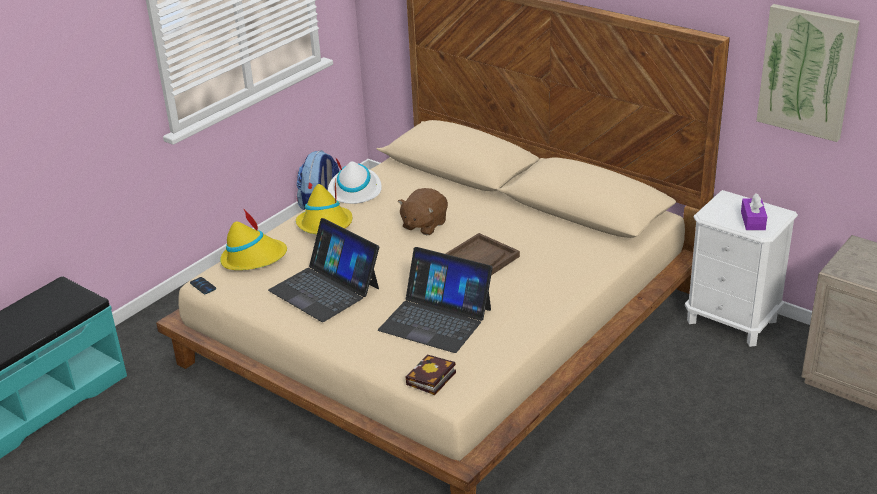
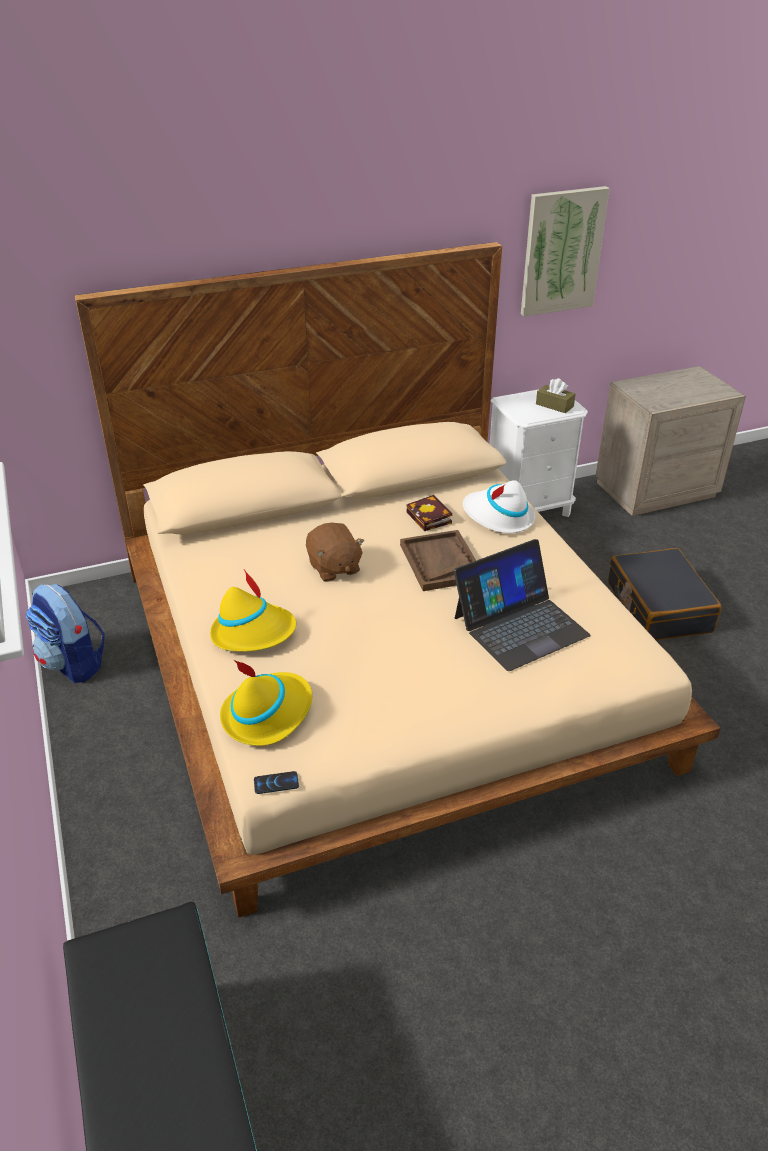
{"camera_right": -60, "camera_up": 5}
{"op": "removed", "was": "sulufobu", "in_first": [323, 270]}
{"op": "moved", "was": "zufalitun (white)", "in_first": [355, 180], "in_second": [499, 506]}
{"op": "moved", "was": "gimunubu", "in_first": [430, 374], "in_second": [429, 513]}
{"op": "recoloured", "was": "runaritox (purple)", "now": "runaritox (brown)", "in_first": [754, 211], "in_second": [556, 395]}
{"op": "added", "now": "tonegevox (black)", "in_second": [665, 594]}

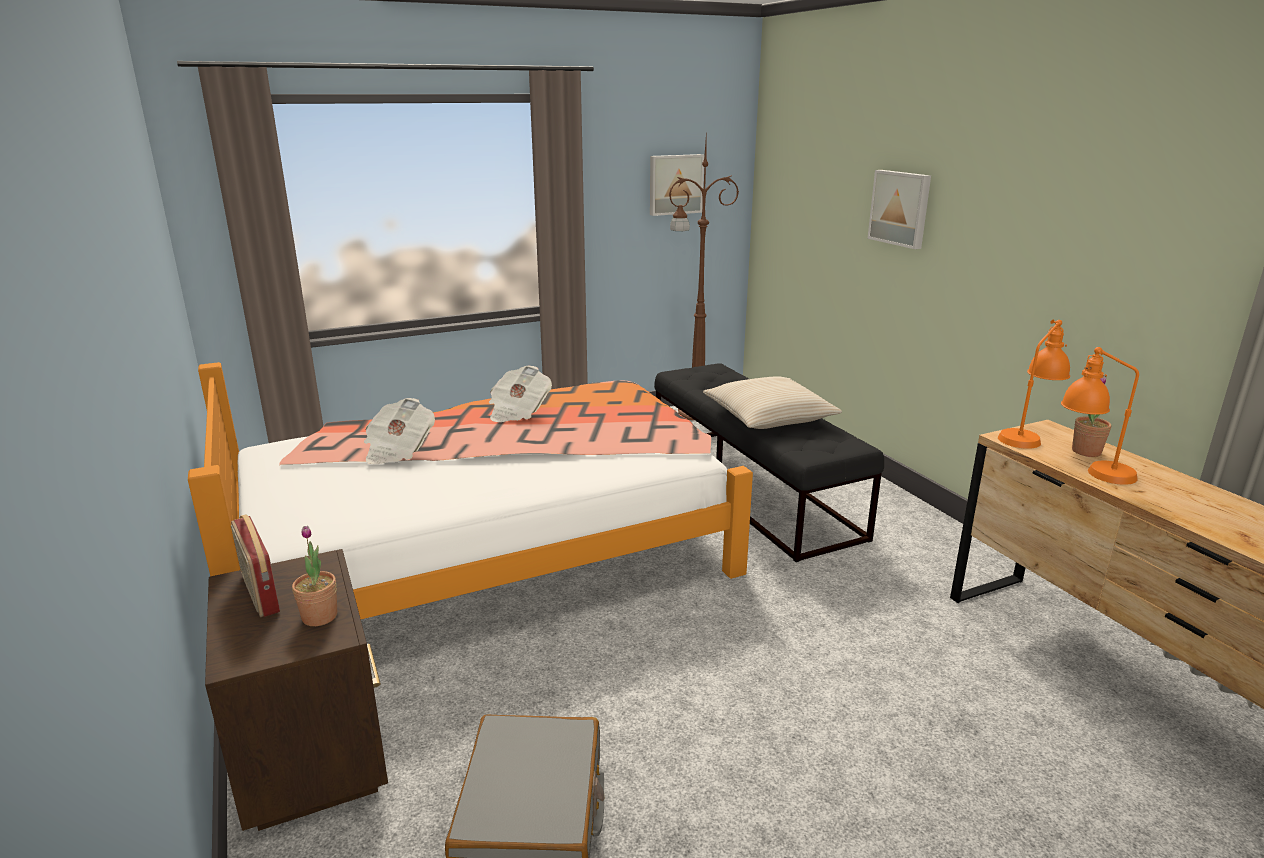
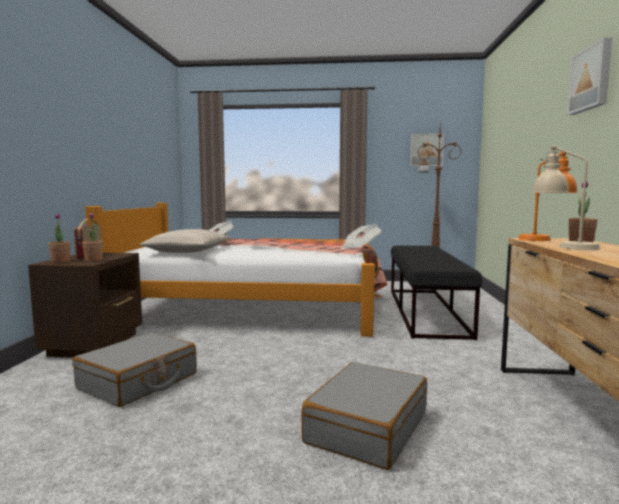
{"camera_right": 30, "camera_up": -15}
{"op": "moved", "was": "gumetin", "in_first": [520, 394], "in_second": [361, 236]}
{"op": "moved", "was": "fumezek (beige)", "in_first": [772, 403], "in_second": [185, 241]}
{"op": "moved", "was": "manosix", "in_first": [899, 209], "in_second": [589, 76]}
{"op": "recoloured", "was": "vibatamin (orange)", "now": "vibatamin (beige)", "in_first": [1100, 416], "in_second": [566, 197]}
{"op": "added", "now": "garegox", "in_second": [59, 238]}
{"op": "added", "now": "tonegevox (grey)", "in_second": [364, 416]}

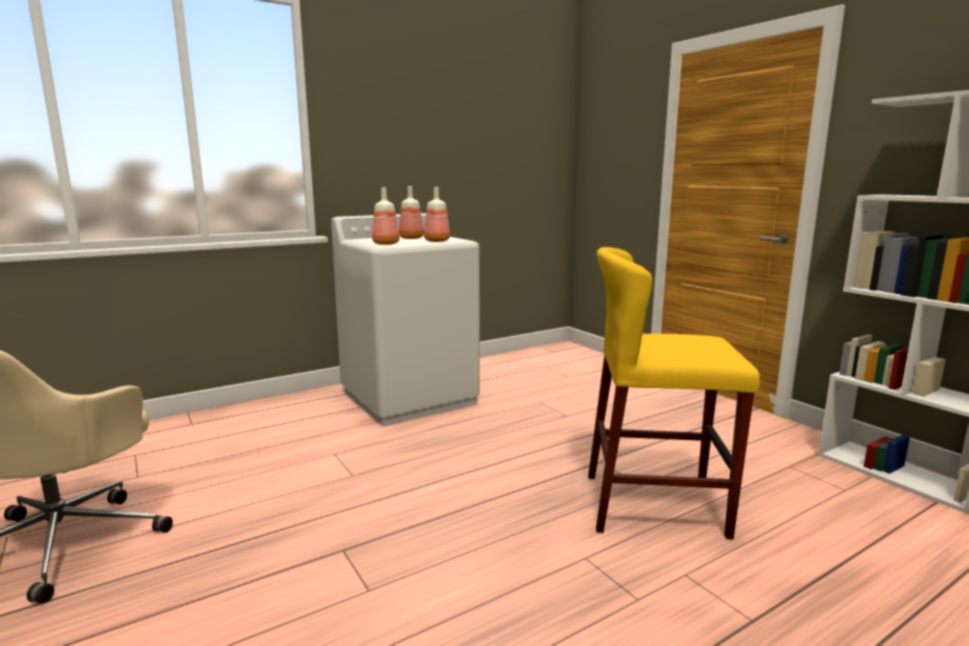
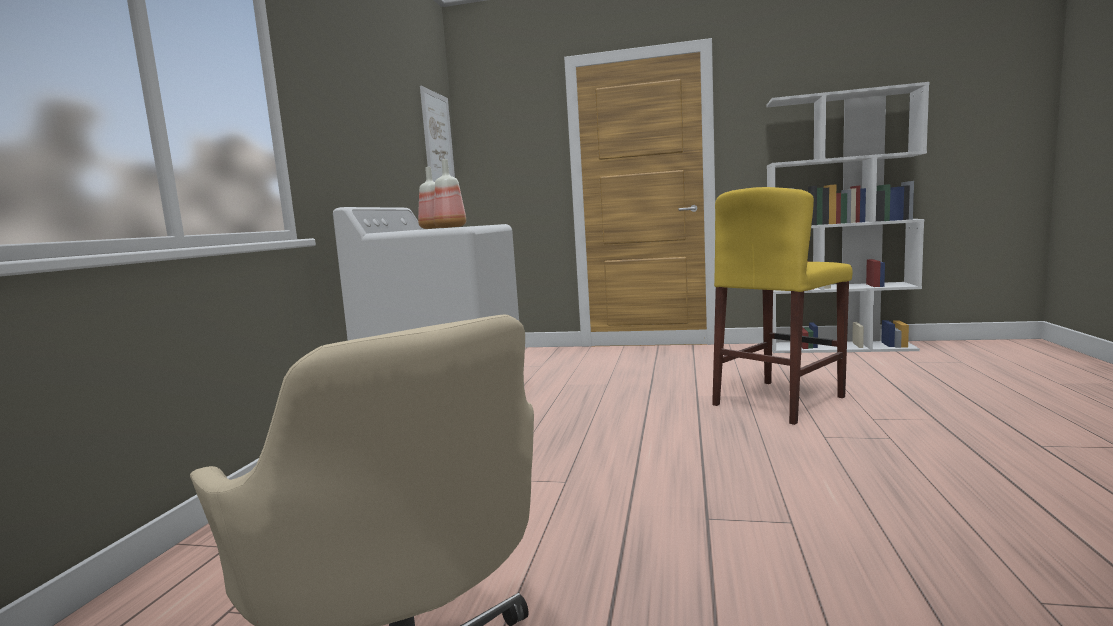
{"camera_right": -45, "camera_up": -5}
{"op": "removed", "was": "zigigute", "in_first": [437, 214]}
{"op": "added", "now": "manosix", "in_second": [437, 134]}

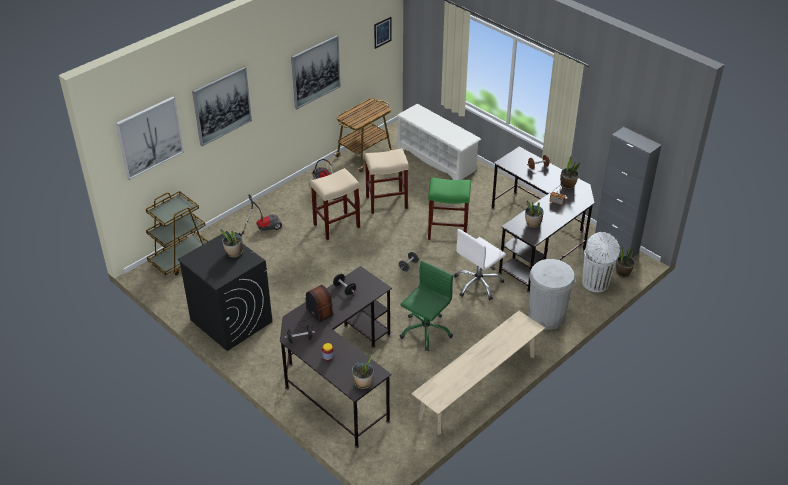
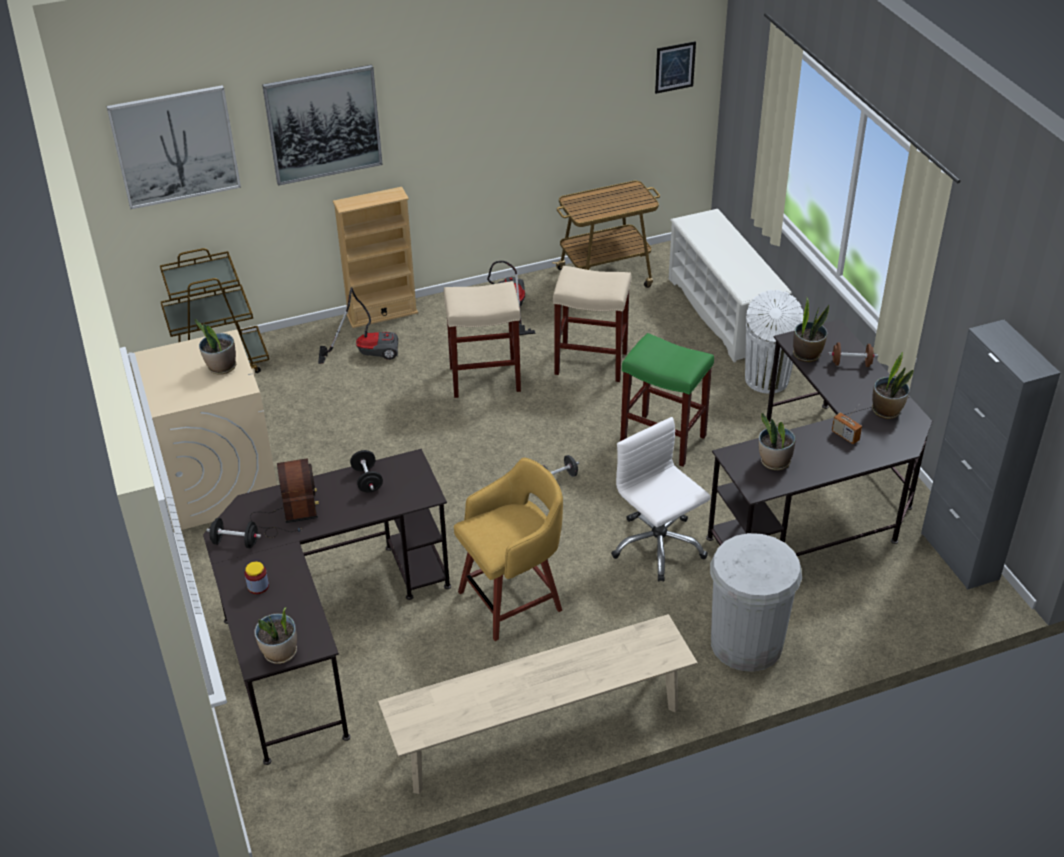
{"camera_right": 25, "camera_up": 0}
{"op": "recoloured", "was": "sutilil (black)", "now": "sutilil (beige)", "in_first": [224, 291], "in_second": [205, 430]}
{"op": "removed", "was": "manosix", "in_first": [316, 72]}
{"op": "replaced", "was": "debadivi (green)", "now": "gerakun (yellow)", "in_first": [426, 305], "in_second": [508, 549]}
{"op": "turned", "was": "debadivi (white)", "in_first": [480, 264], "in_second": [661, 499], "clockwise": 75}
{"op": "moved", "was": "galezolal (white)", "in_first": [601, 262], "in_second": [774, 342]}
{"op": "moved", "was": "garegox", "in_first": [625, 262], "in_second": [811, 330]}
{"op": "added", "now": "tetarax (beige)", "in_second": [375, 257]}

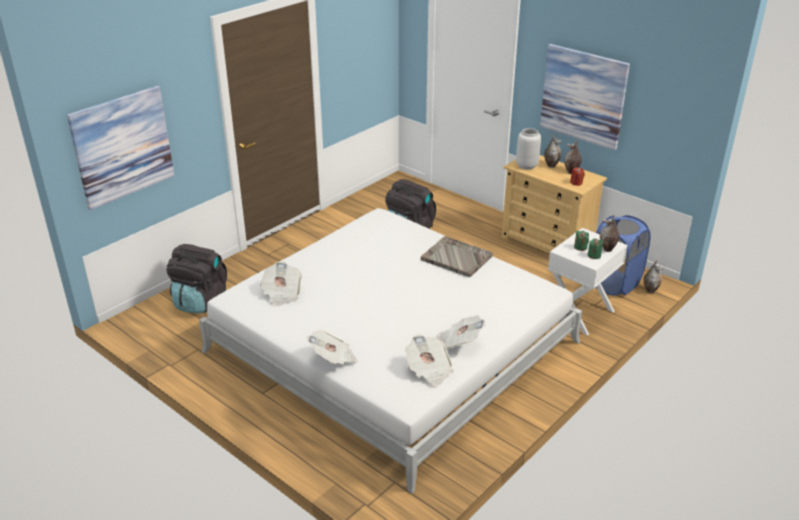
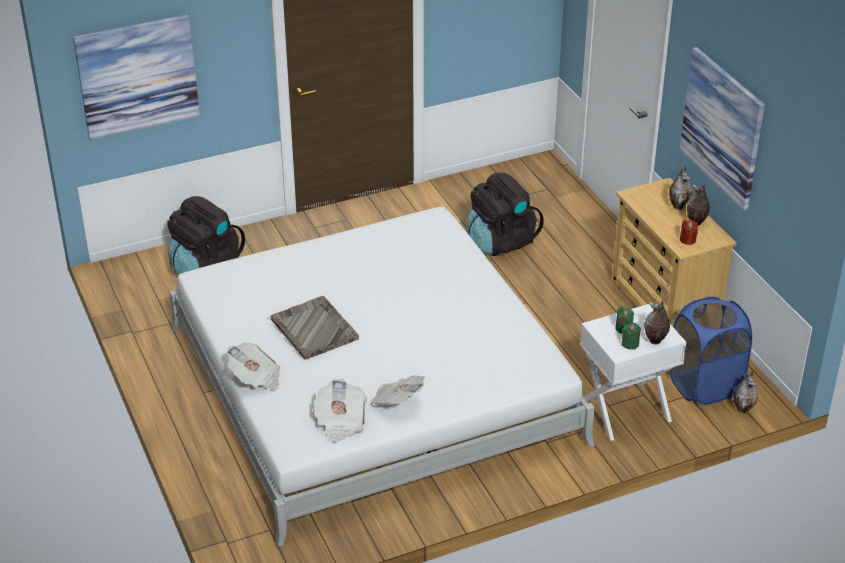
{"camera_right": 25, "camera_up": 5}
{"op": "removed", "was": "gumetin", "in_first": [281, 284]}
{"op": "moved", "was": "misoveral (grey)", "in_first": [457, 256], "in_second": [314, 328]}
{"op": "removed", "was": "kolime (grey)", "in_first": [528, 149]}

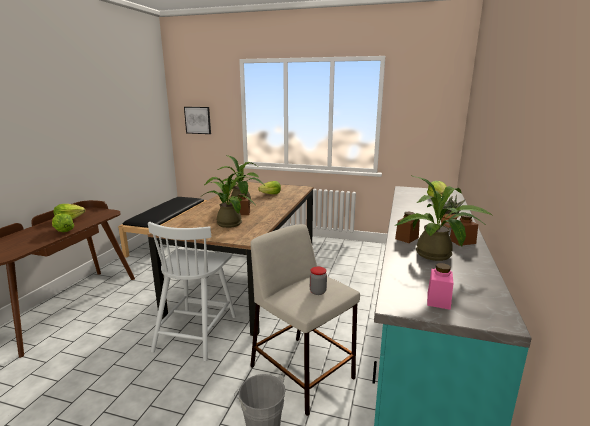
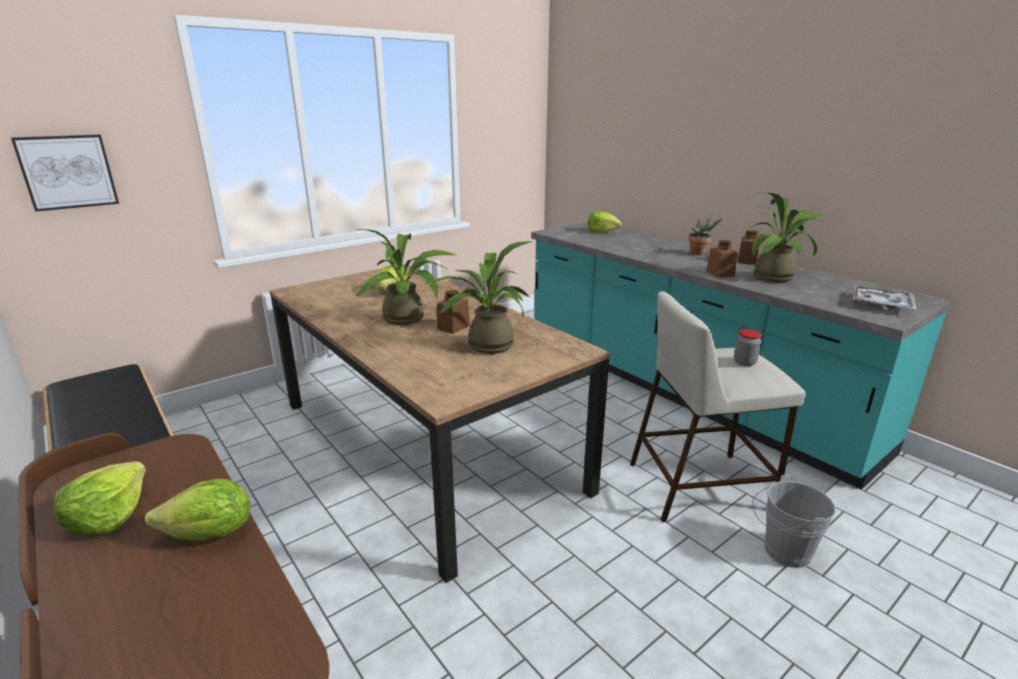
{"camera_right": -55, "camera_up": 5}
{"op": "removed", "was": "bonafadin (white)", "in_first": [192, 291]}
{"op": "replaced", "was": "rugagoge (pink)", "now": "misoveral", "in_first": [440, 286], "in_second": [884, 297]}

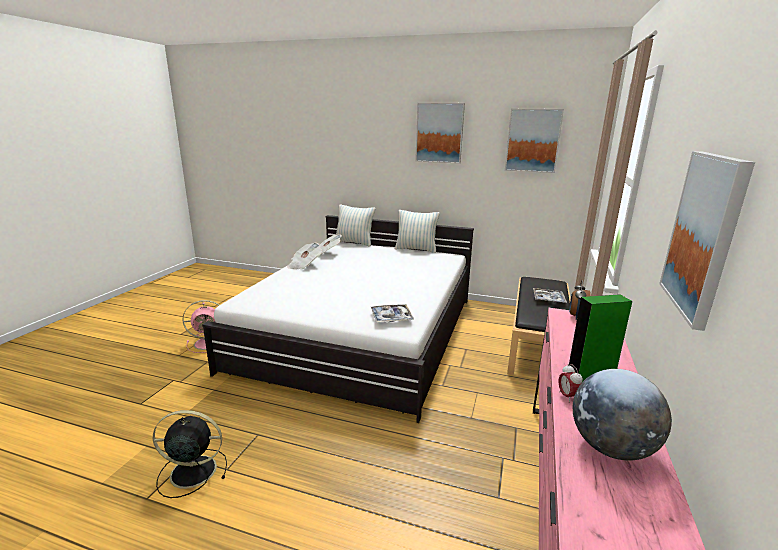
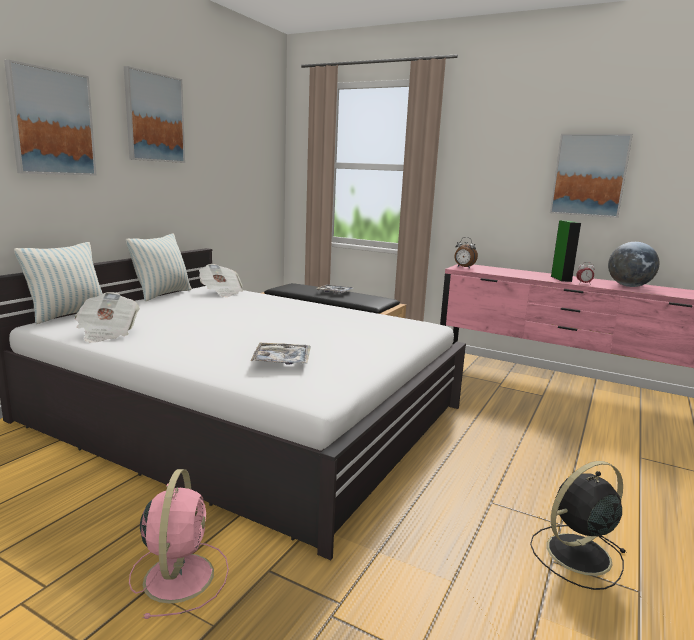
{"camera_right": -80, "camera_up": -5}
{"op": "turned", "was": "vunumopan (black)", "in_first": [190, 454], "in_second": [578, 525], "clockwise": 60}
{"op": "moved", "was": "gumetin", "in_first": [304, 256], "in_second": [221, 280]}
{"op": "moved", "was": "misoveral", "in_first": [392, 313], "in_second": [281, 354]}
{"op": "moved", "was": "manosix", "in_first": [534, 141], "in_second": [50, 118]}

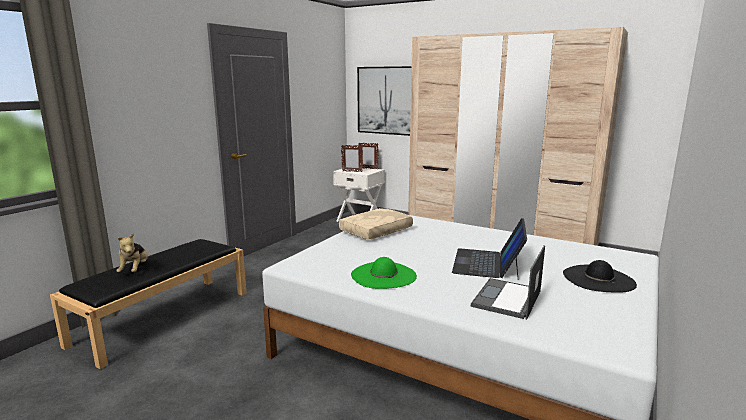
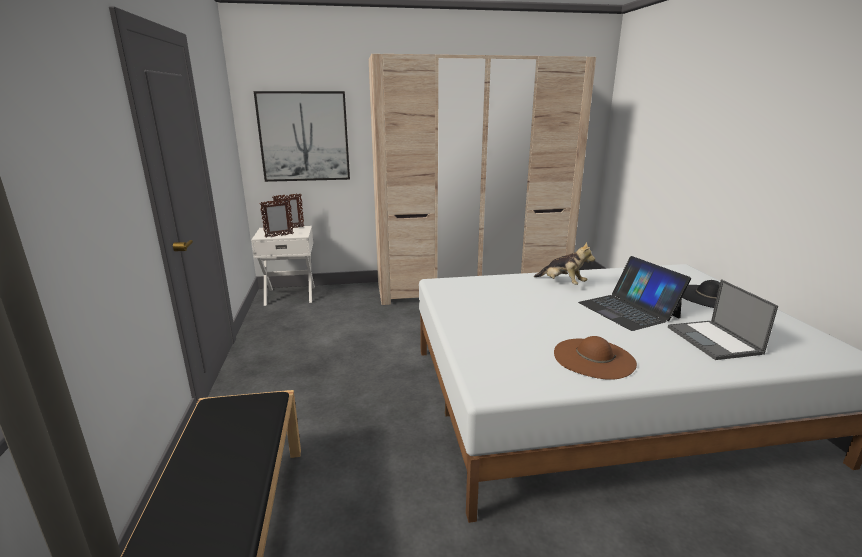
{"camera_right": -40, "camera_up": 5}
{"op": "moved", "was": "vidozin", "in_first": [132, 252], "in_second": [564, 263]}
{"op": "removed", "was": "fumezek (beige)", "in_first": [376, 223]}
{"op": "recoloured", "was": "zufalitun (green)", "now": "zufalitun (brown)", "in_first": [384, 273], "in_second": [595, 358]}

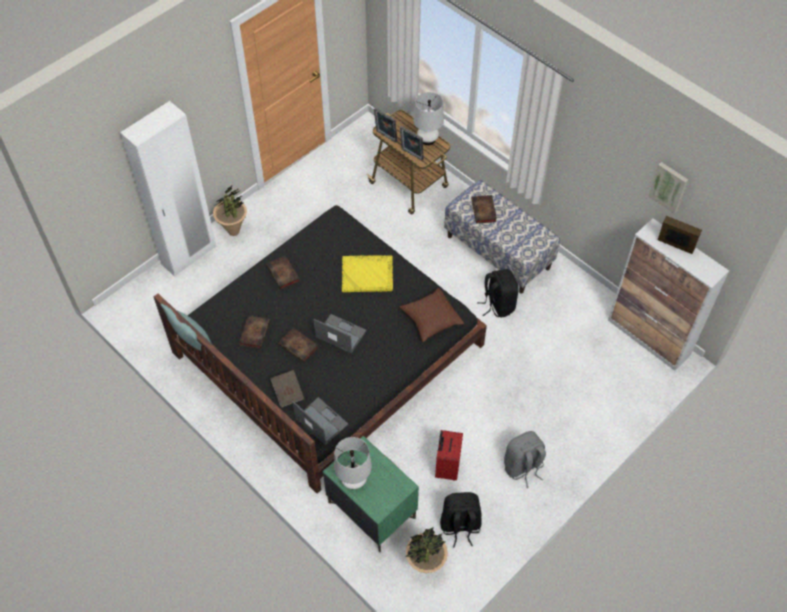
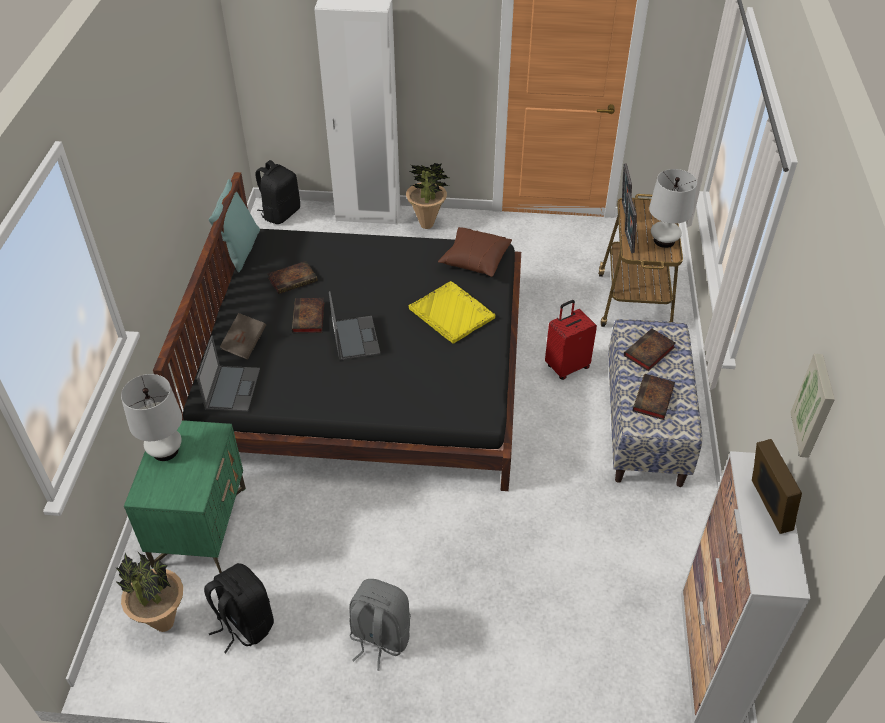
{"camera_right": 50, "camera_up": -10}
{"op": "moved", "was": "gimunubu", "in_first": [283, 272], "in_second": [654, 397]}
{"op": "moved", "was": "fumezek (brown)", "in_first": [432, 315], "in_second": [475, 252]}
{"op": "moved", "was": "tonegevox (red)", "in_first": [449, 455], "in_second": [571, 340]}
{"op": "moved", "was": "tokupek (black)", "in_first": [498, 293], "in_second": [277, 192]}

